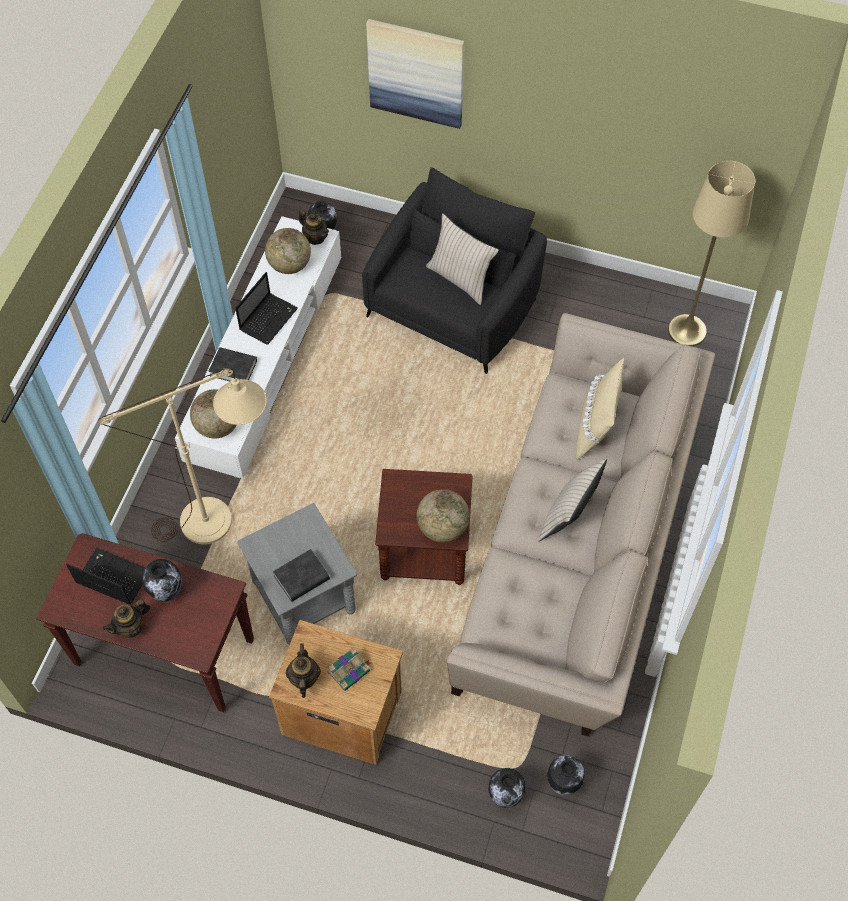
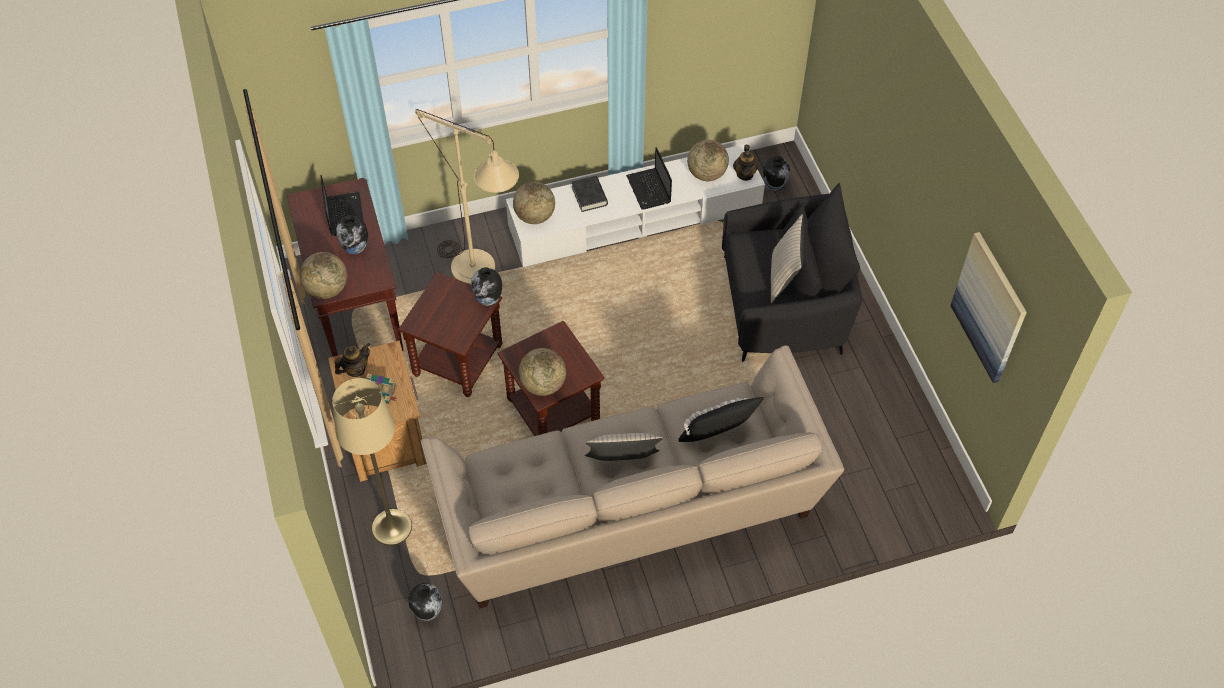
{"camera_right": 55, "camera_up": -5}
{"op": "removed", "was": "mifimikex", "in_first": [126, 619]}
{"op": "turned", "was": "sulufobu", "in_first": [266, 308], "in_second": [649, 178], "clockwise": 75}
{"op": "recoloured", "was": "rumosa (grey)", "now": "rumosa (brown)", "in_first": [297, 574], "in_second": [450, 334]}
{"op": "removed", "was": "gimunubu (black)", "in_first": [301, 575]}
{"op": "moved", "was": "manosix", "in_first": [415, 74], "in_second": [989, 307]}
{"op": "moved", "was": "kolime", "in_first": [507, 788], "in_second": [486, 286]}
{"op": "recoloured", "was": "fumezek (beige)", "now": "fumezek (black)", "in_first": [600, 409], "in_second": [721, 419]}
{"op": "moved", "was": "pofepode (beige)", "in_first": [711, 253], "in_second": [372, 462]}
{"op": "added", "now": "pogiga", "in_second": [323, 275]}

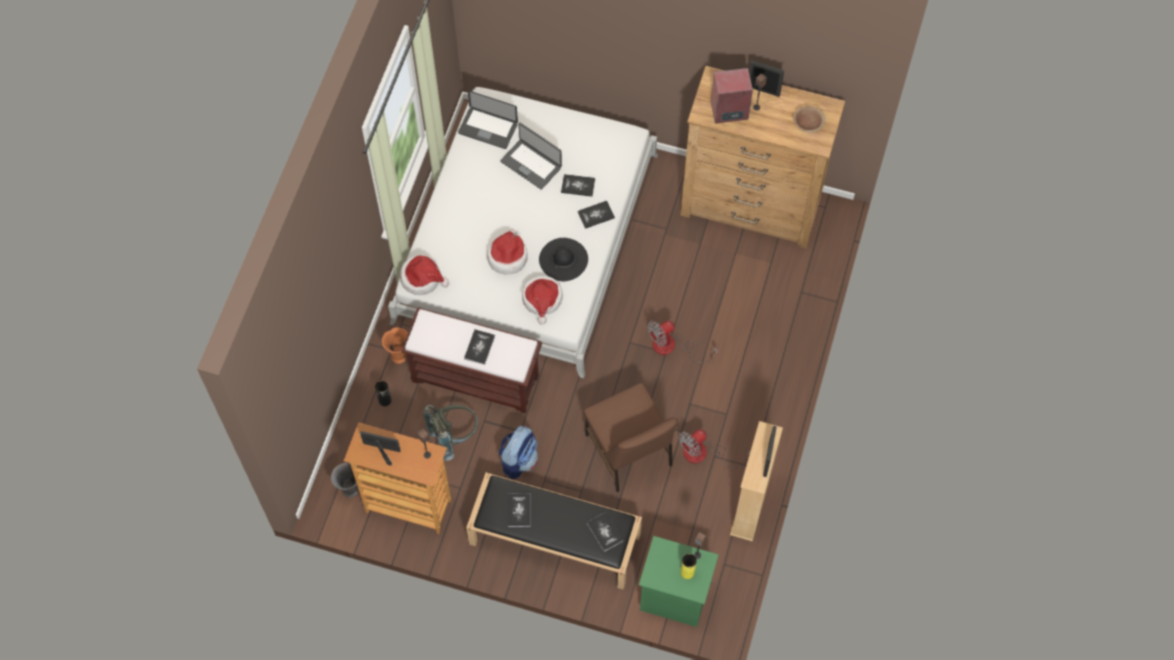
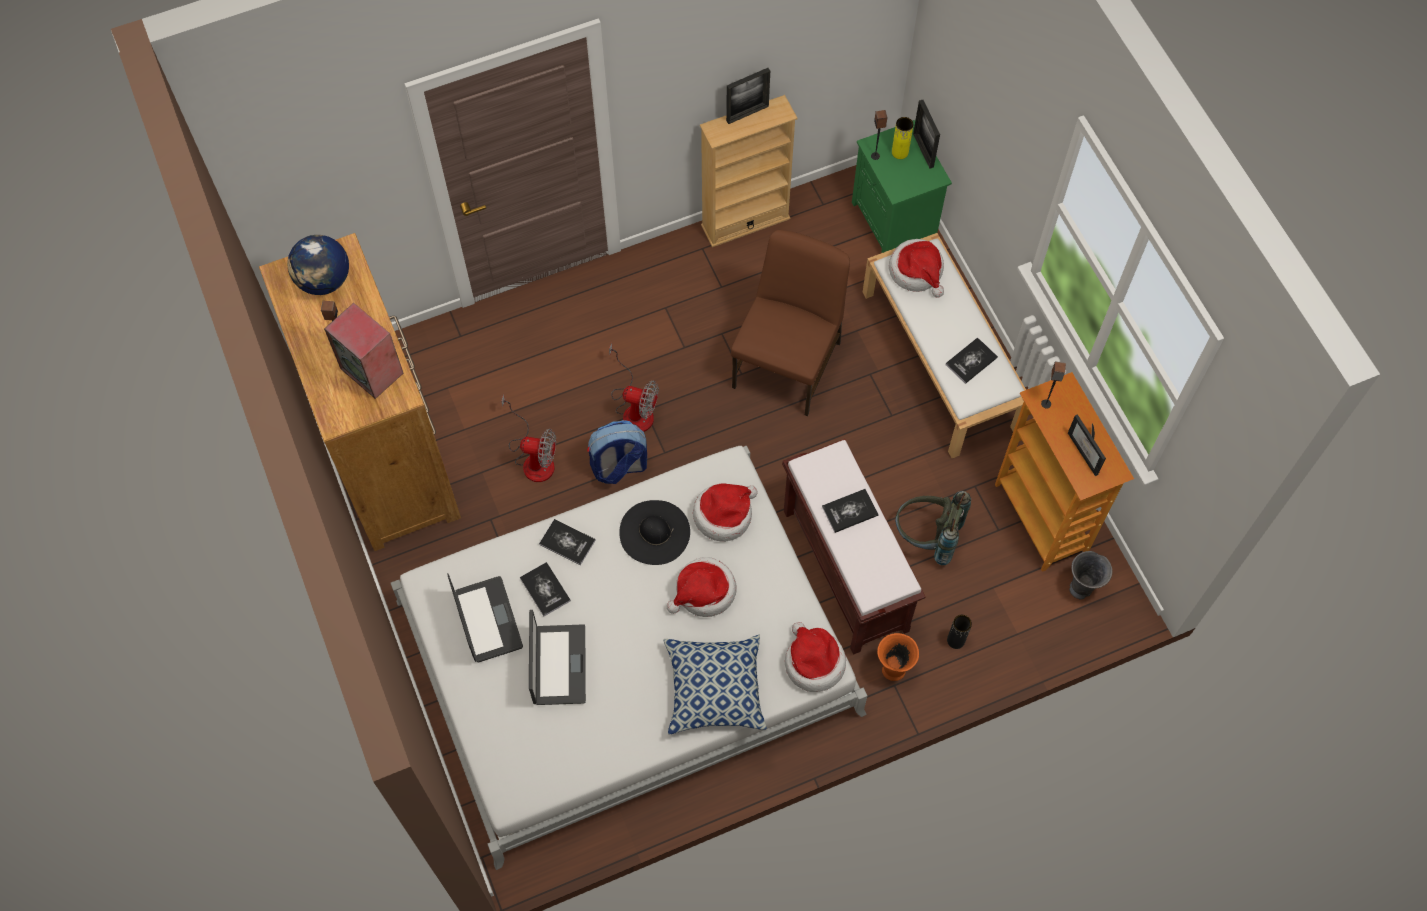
{"camera_right": -130, "camera_up": 0}
{"op": "moved", "was": "sulufobu", "in_first": [488, 120], "in_second": [485, 618]}
{"op": "recoloured", "was": "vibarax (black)", "now": "vibarax (white)", "in_first": [554, 531], "in_second": [944, 345]}
{"op": "moved", "was": "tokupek", "in_first": [518, 452], "in_second": [617, 452]}
{"op": "replaced", "was": "gimunubu", "now": "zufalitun", "in_first": [605, 532], "in_second": [916, 268]}
{"op": "moved", "was": "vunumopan", "in_first": [714, 448], "in_second": [528, 438]}
{"op": "moved", "was": "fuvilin", "in_first": [766, 78], "in_second": [926, 134]}
{"op": "replaced", "was": "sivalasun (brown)", "now": "pogiga", "in_first": [809, 119], "in_second": [318, 265]}
{"op": "added", "now": "fumezek", "in_second": [715, 685]}

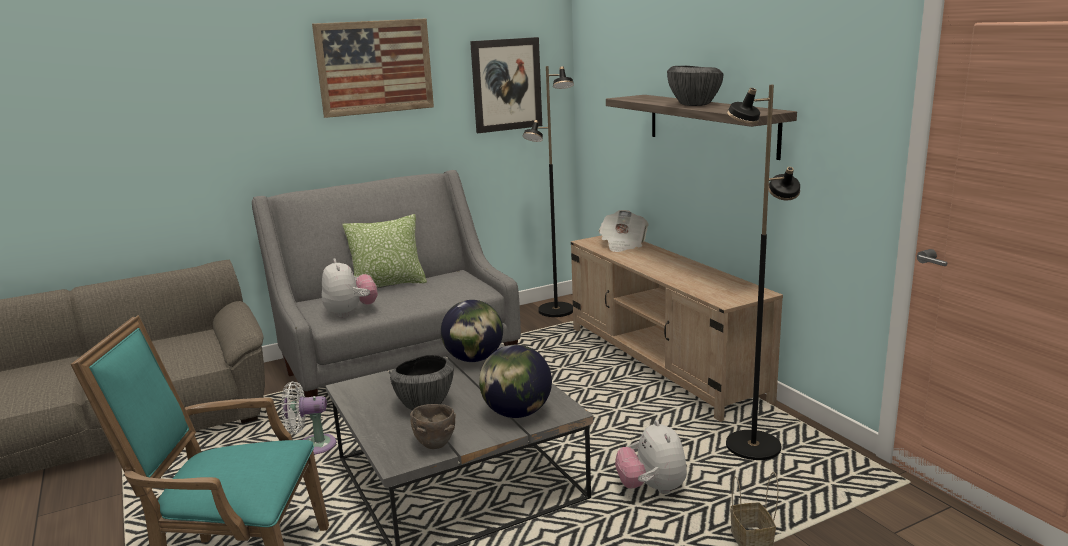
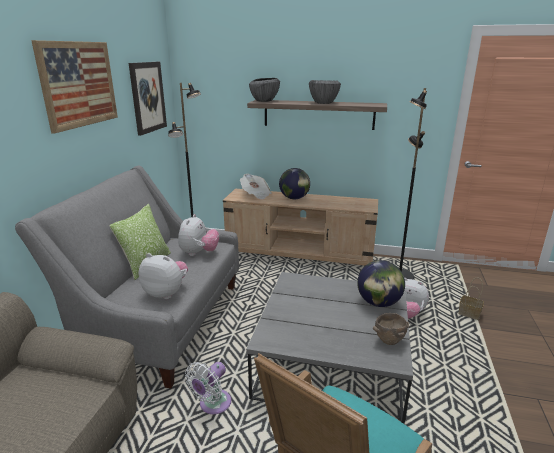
{"camera_right": -50, "camera_up": 5}
{"op": "moved", "was": "sivalasun", "in_first": [422, 382], "in_second": [264, 90]}
{"op": "moved", "was": "pogiga", "in_first": [472, 331], "in_second": [294, 183]}
{"op": "added", "now": "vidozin", "in_second": [198, 235]}

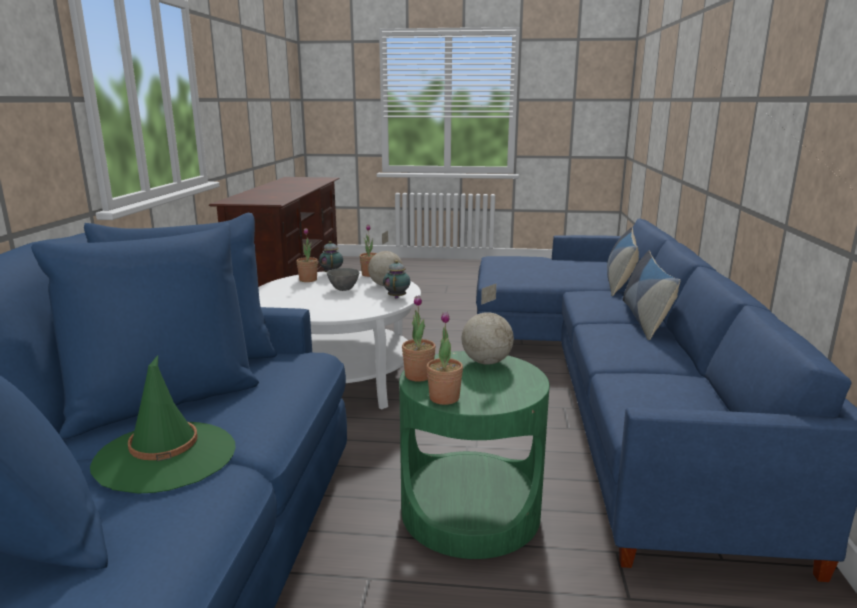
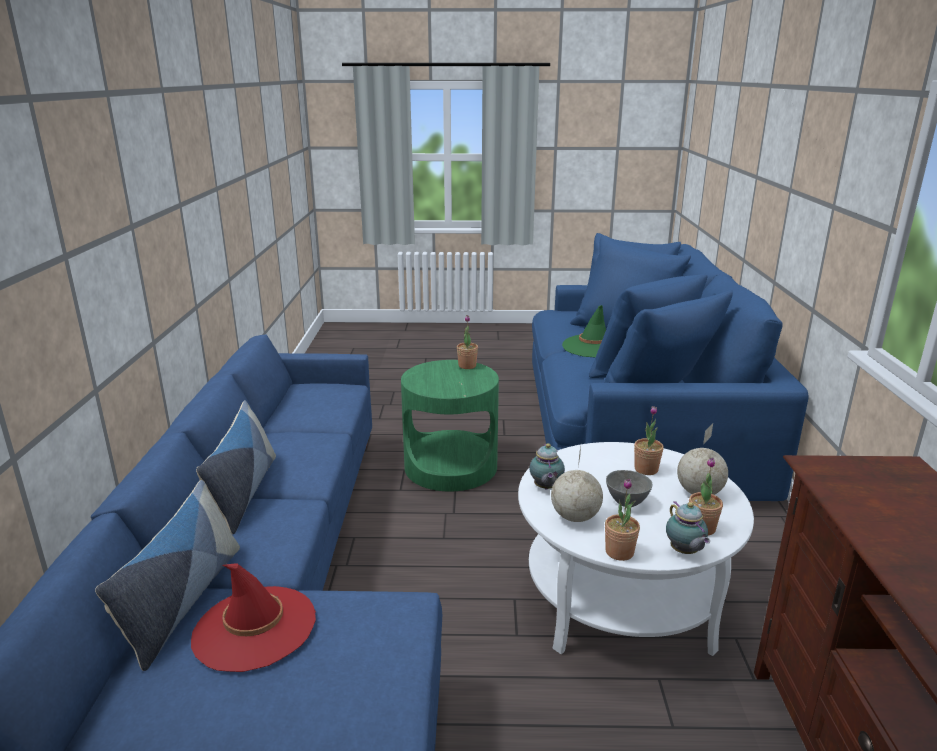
{"camera_right": 175, "camera_up": 5}
{"op": "moved", "was": "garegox", "in_first": [419, 338], "in_second": [649, 440]}
{"op": "moved", "was": "pogiga", "in_first": [488, 324], "in_second": [702, 459]}
{"op": "added", "now": "zufalitun (red)", "in_second": [253, 617]}

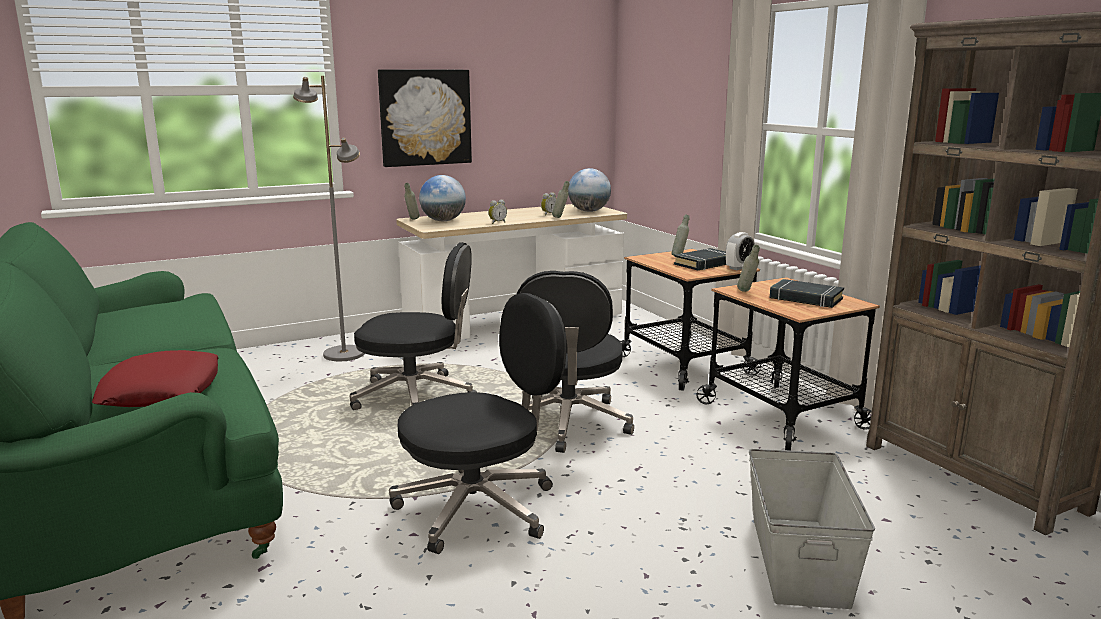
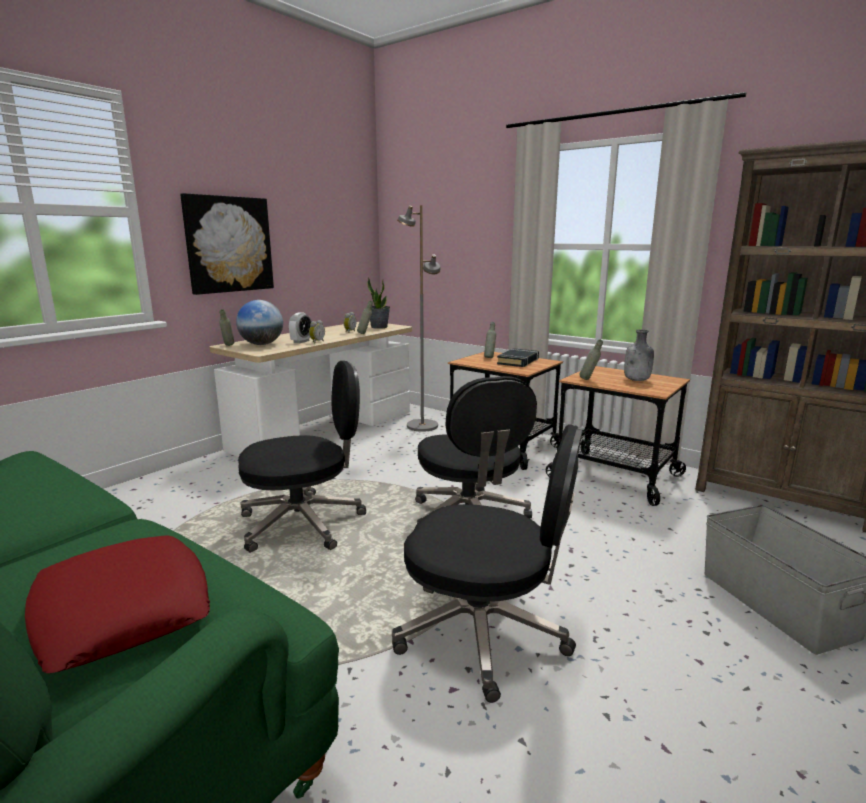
{"camera_right": -25, "camera_up": 0}
{"op": "moved", "was": "pofepode (grey)", "in_first": [329, 218], "in_second": [419, 318]}
{"op": "turned", "was": "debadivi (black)", "in_first": [478, 423], "in_second": [487, 563], "clockwise": 75}
{"op": "replaced", "was": "pogiga", "now": "garegox", "in_first": [589, 190], "in_second": [378, 303]}
{"op": "moved", "was": "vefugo", "in_first": [740, 251], "in_second": [300, 327]}
{"op": "replaced", "was": "gimunubu (black)", "now": "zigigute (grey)", "in_first": [807, 293], "in_second": [639, 355]}

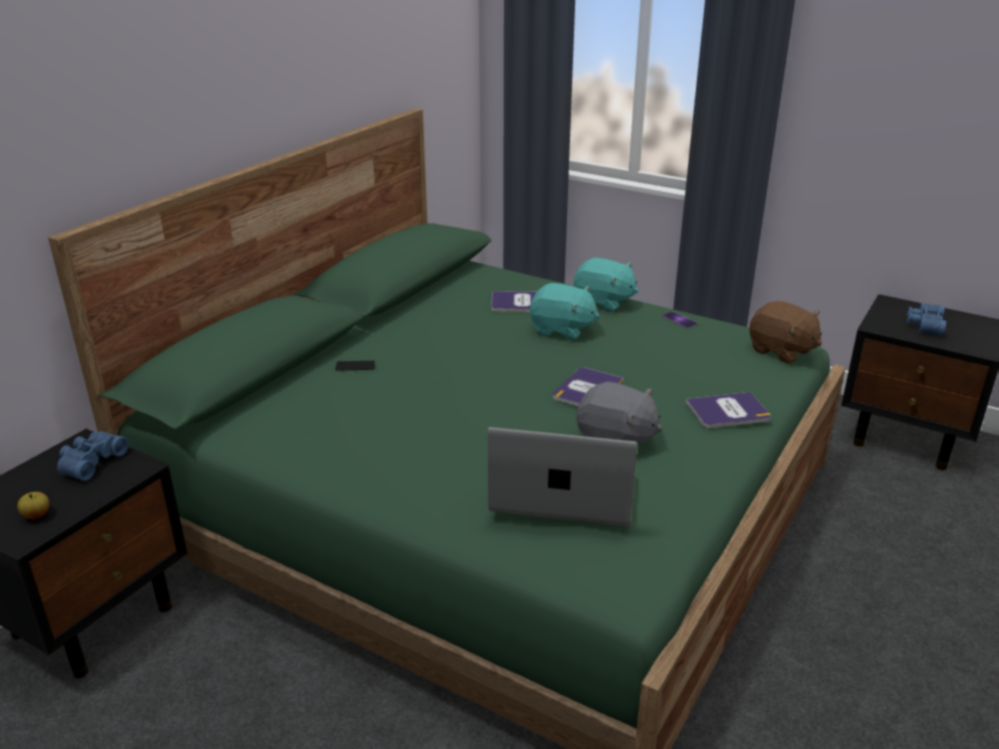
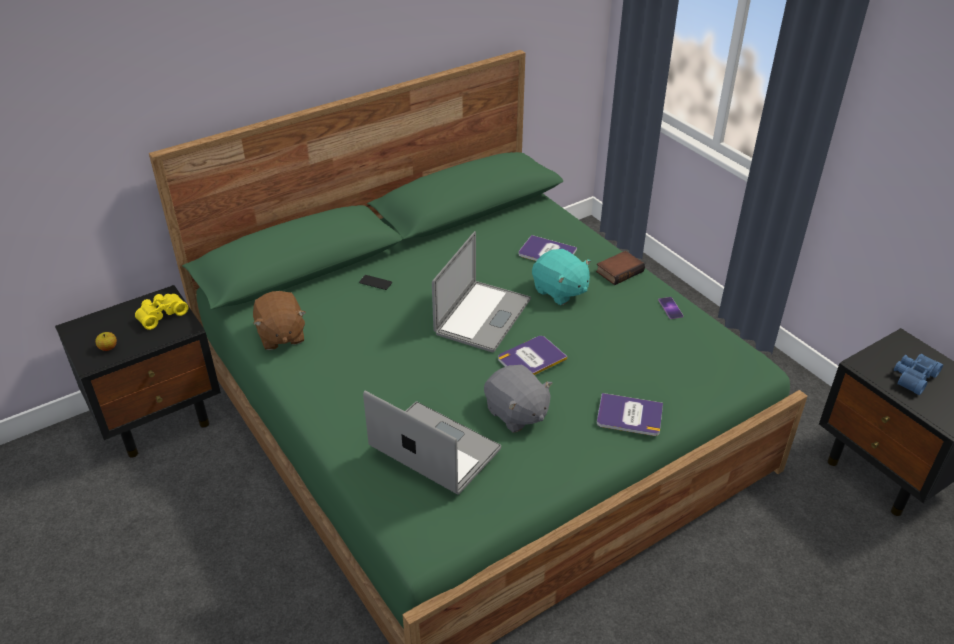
{"camera_right": 25, "camera_up": 10}
{"op": "recoloured", "was": "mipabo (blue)", "now": "mipabo (yellow)", "in_first": [92, 456], "in_second": [161, 312]}
{"op": "replaced", "was": "vidozin (turquoise)", "now": "gimunubu", "in_first": [606, 285], "in_second": [620, 268]}
{"op": "moved", "was": "vidozin (brown)", "in_first": [785, 332], "in_second": [279, 320]}
{"op": "added", "now": "sulufobu", "in_second": [481, 291]}

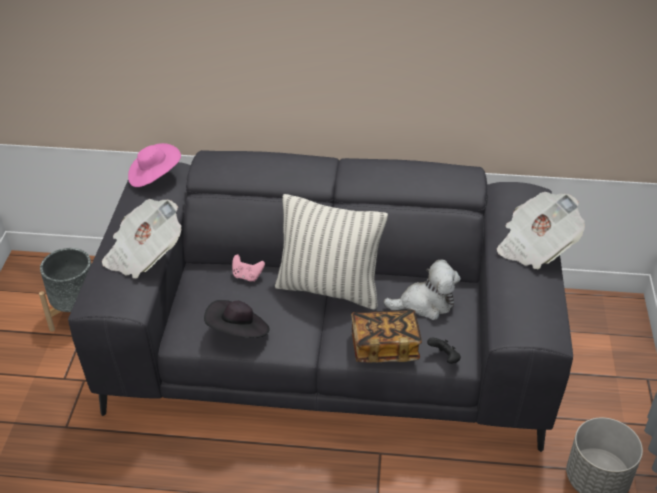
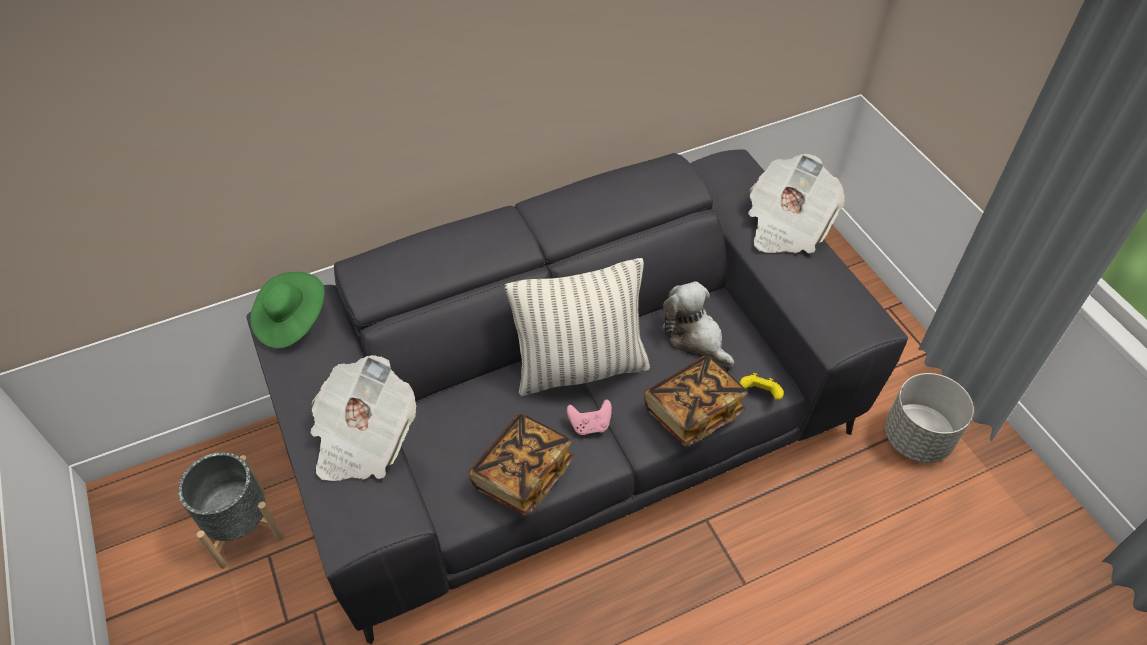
{"camera_right": -30, "camera_up": 10}
{"op": "recoloured", "was": "zufalitun (pink)", "now": "zufalitun (green)", "in_first": [154, 165], "in_second": [287, 310]}
{"op": "replaced", "was": "zufalitun (black)", "now": "gimunubu", "in_first": [237, 319], "in_second": [521, 465]}
{"op": "moved", "was": "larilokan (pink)", "in_first": [248, 268], "in_second": [589, 417]}
{"op": "turned", "was": "vidozin", "in_first": [422, 290], "in_second": [698, 324], "clockwise": -90}
{"op": "recoloured", "was": "larilokan (black)", "now": "larilokan (yellow)", "in_first": [444, 351], "in_second": [762, 386]}

